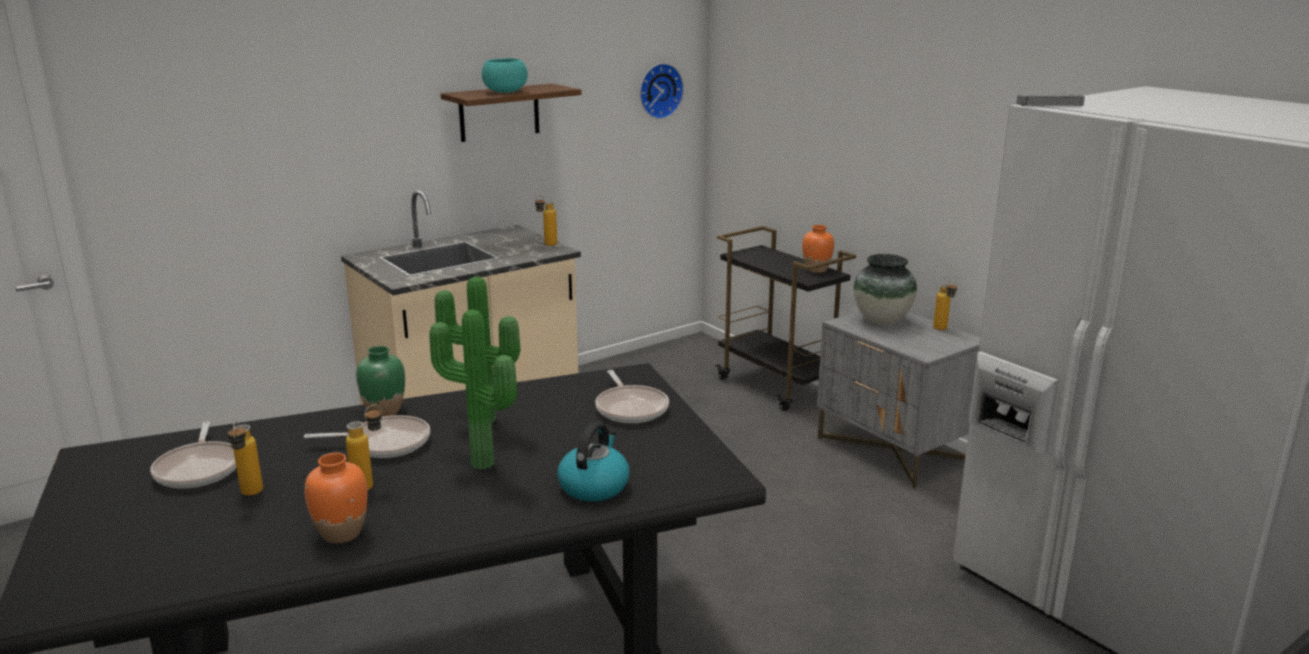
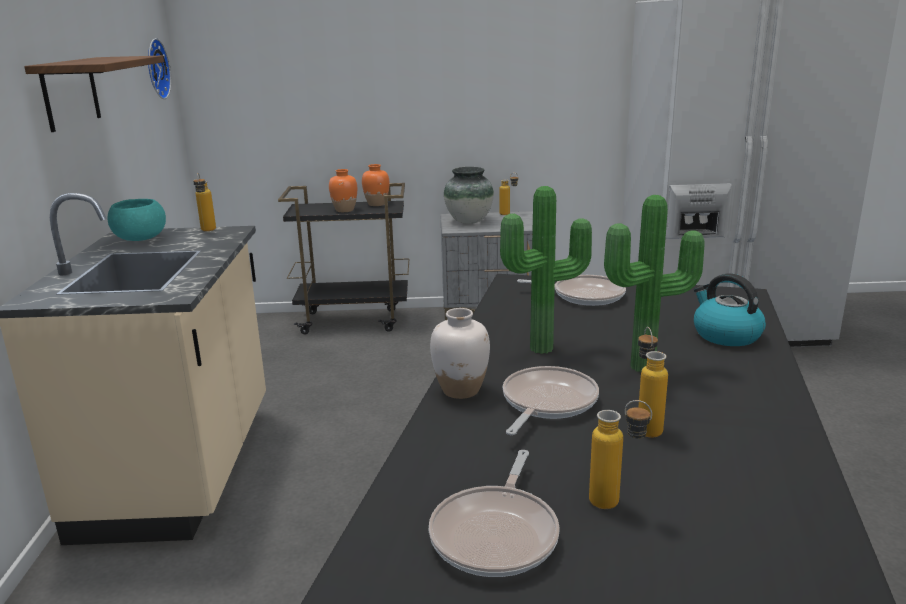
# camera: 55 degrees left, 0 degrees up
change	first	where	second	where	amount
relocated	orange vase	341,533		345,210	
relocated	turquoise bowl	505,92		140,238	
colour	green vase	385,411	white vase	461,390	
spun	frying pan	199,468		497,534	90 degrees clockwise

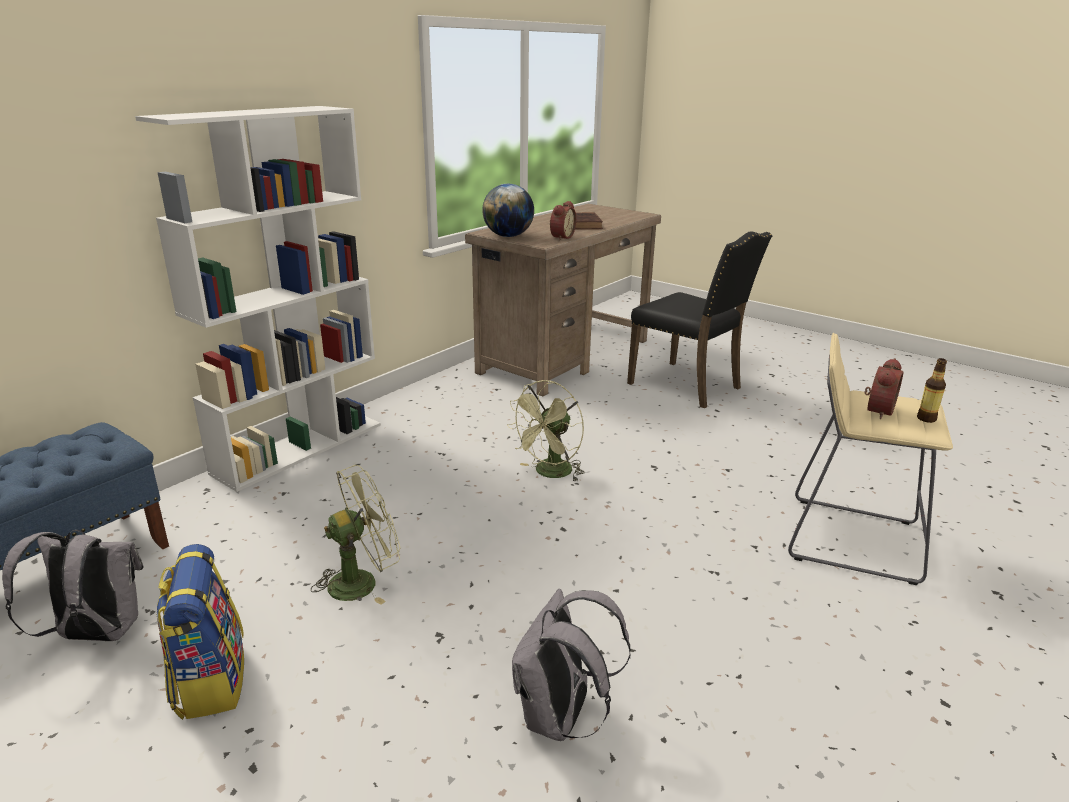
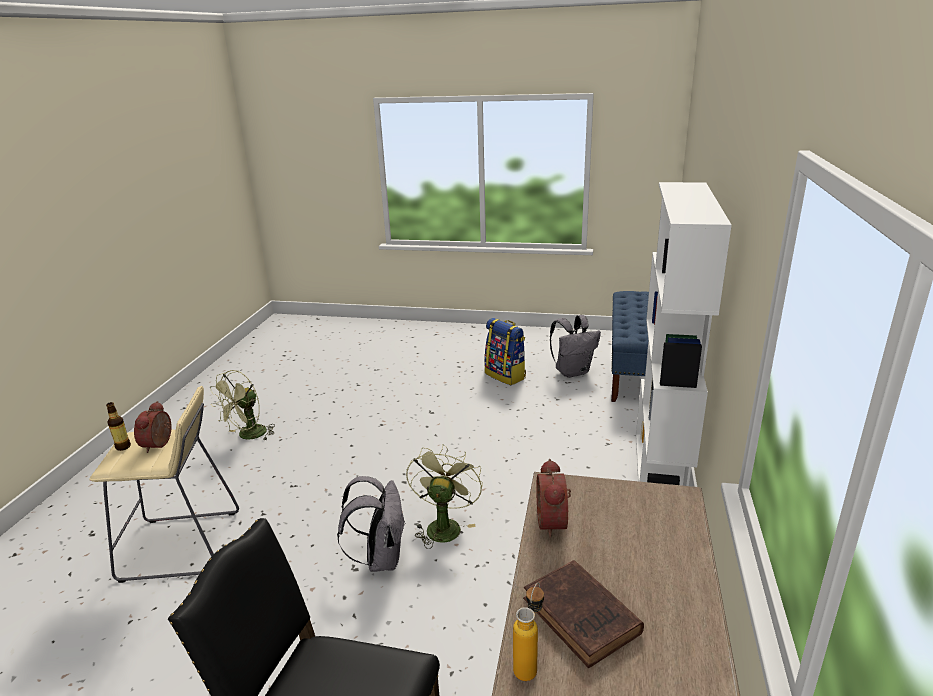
# camera: 155 degrees right, 0 degrees up
change	first	where	second	where	amount
missing	globe	508,236			
appeared			bottle	529,664	
relocated	green fan	362,581		248,436	
relocated	grey backpack	560,718		381,558	

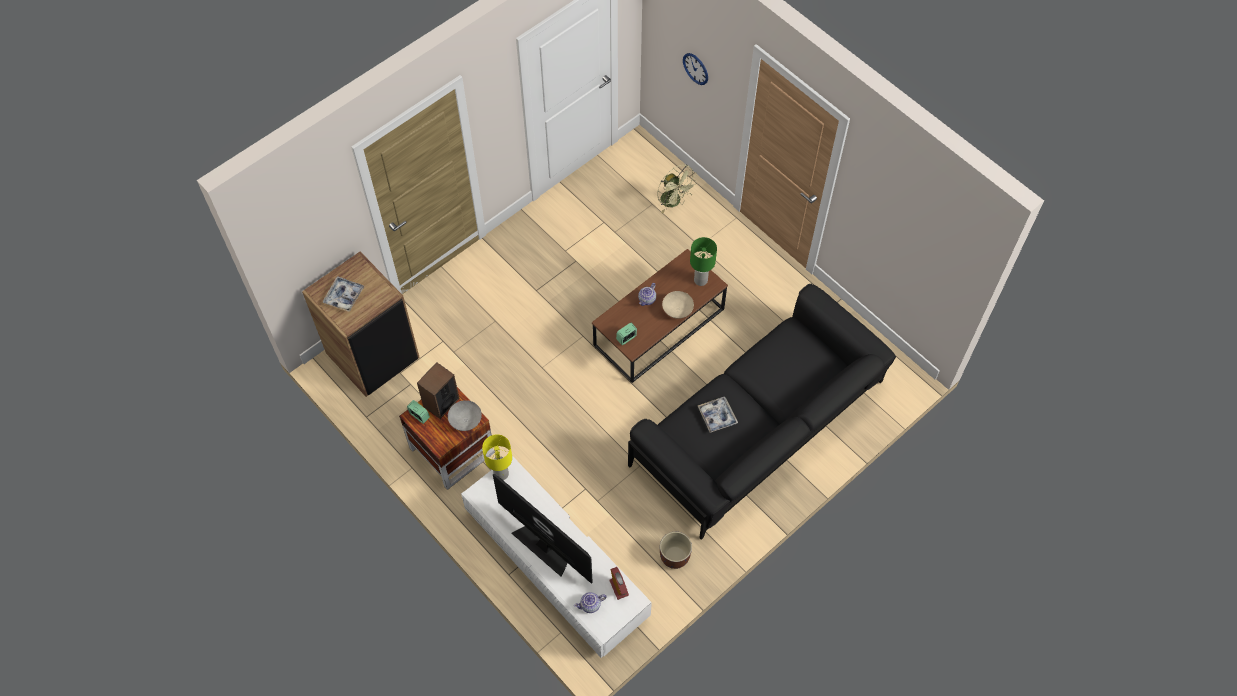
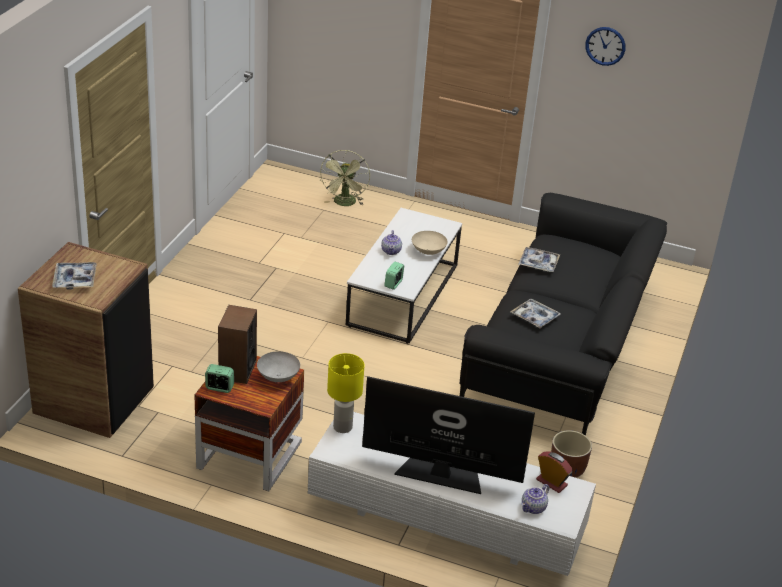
# camera: 30 degrees left, 25 degrees down
change	first	where	second	where	amount
missing	green table lamp	700,280			
appeared			tray	538,263	
relocated	wall clock	695,68		605,46	
colour	brown coffee table	659,327	white coffee table	402,295	
spun	green fan	674,202		345,203	75 degrees clockwise

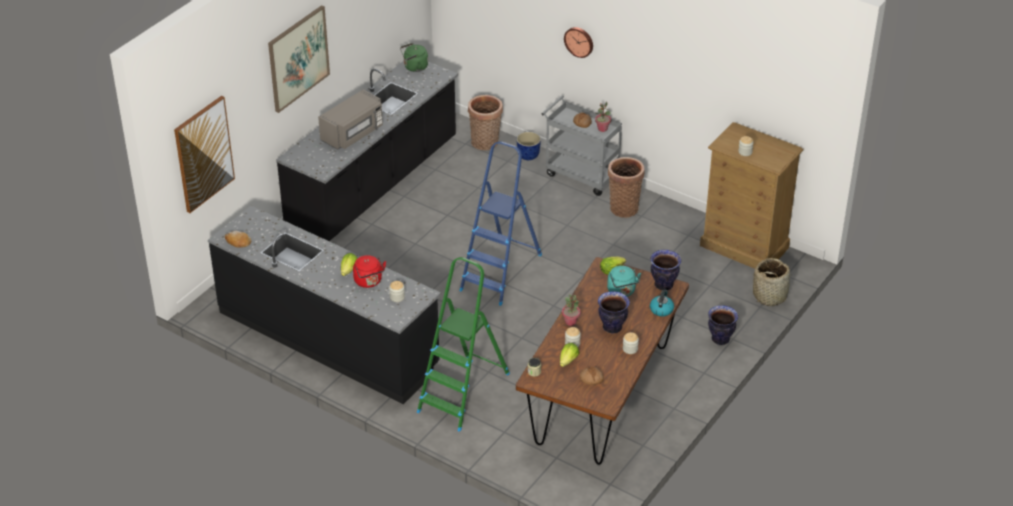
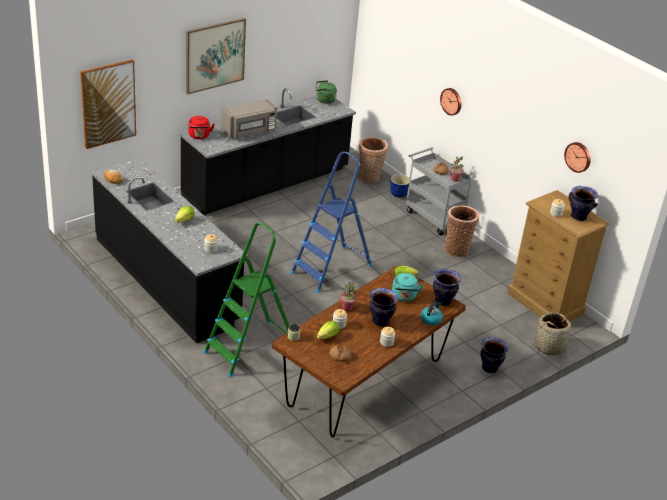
# camera: 15 degrees right, 5 degrees down
change	first	where	second	where	amount
appeared			wall clock	578,157	
appeared			vase	578,217	
relocated	red kettle	369,282		199,136	

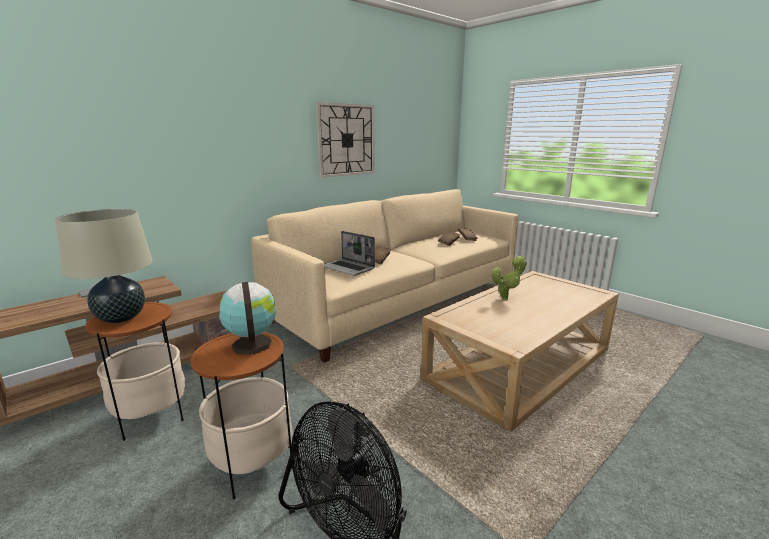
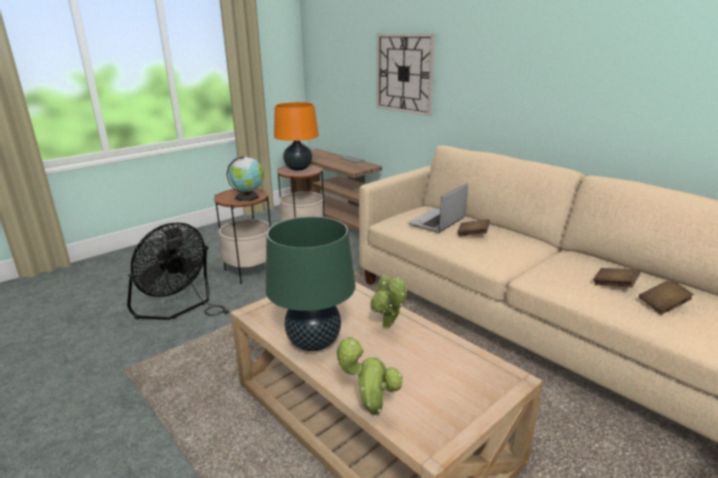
# camera: 90 degrees right, 5 degrees up
change	first	where	second	where	amount
appeared			green table lamp	314,342	
appeared			potted plant	370,410	
relocated	wall clock	346,140		404,73	
colour	beige table lamp	121,318	orange table lamp	298,168	

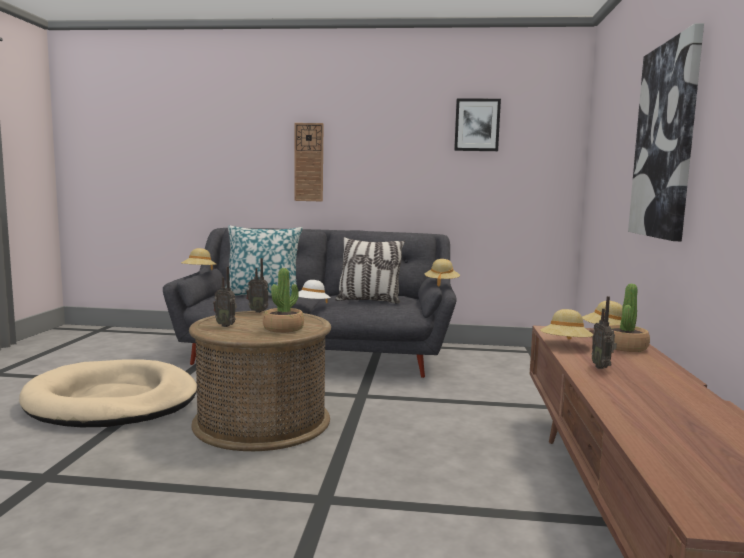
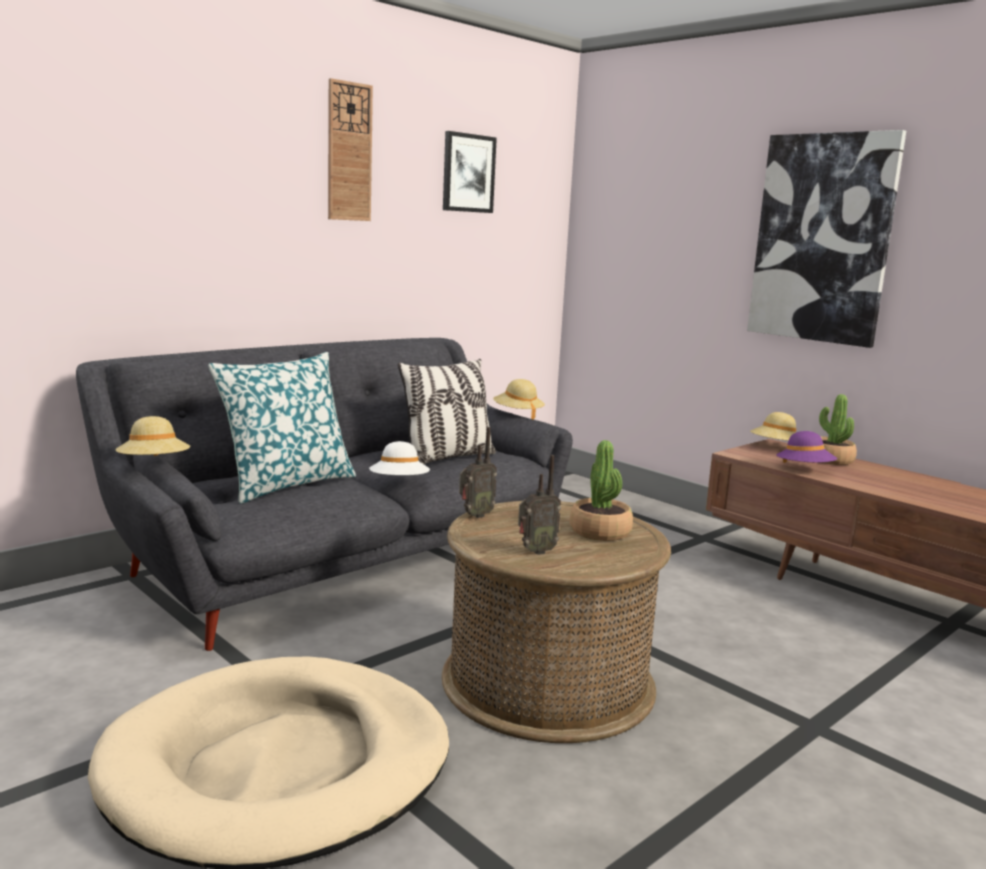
# camera: 50 degrees left, 5 degrees up
change	first	where	second	where	amount
missing	radio	602,367			
relocated	wall clock	309,162		349,152	
colour	beige hat	565,345	purple hat	804,470	

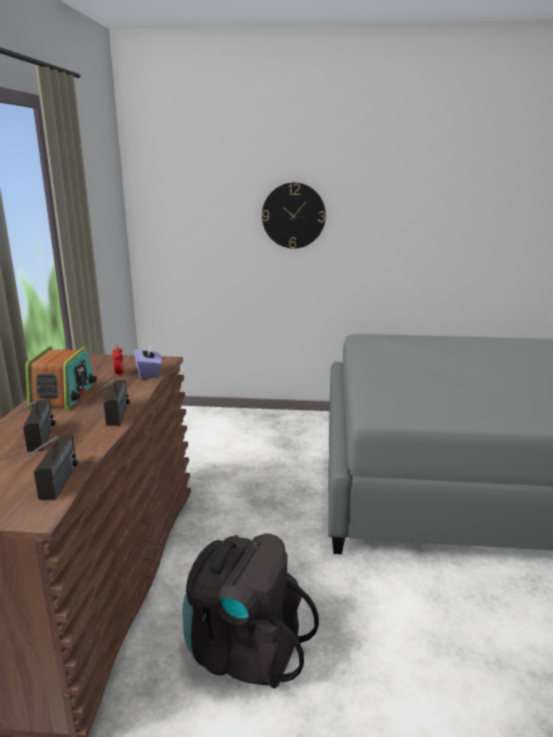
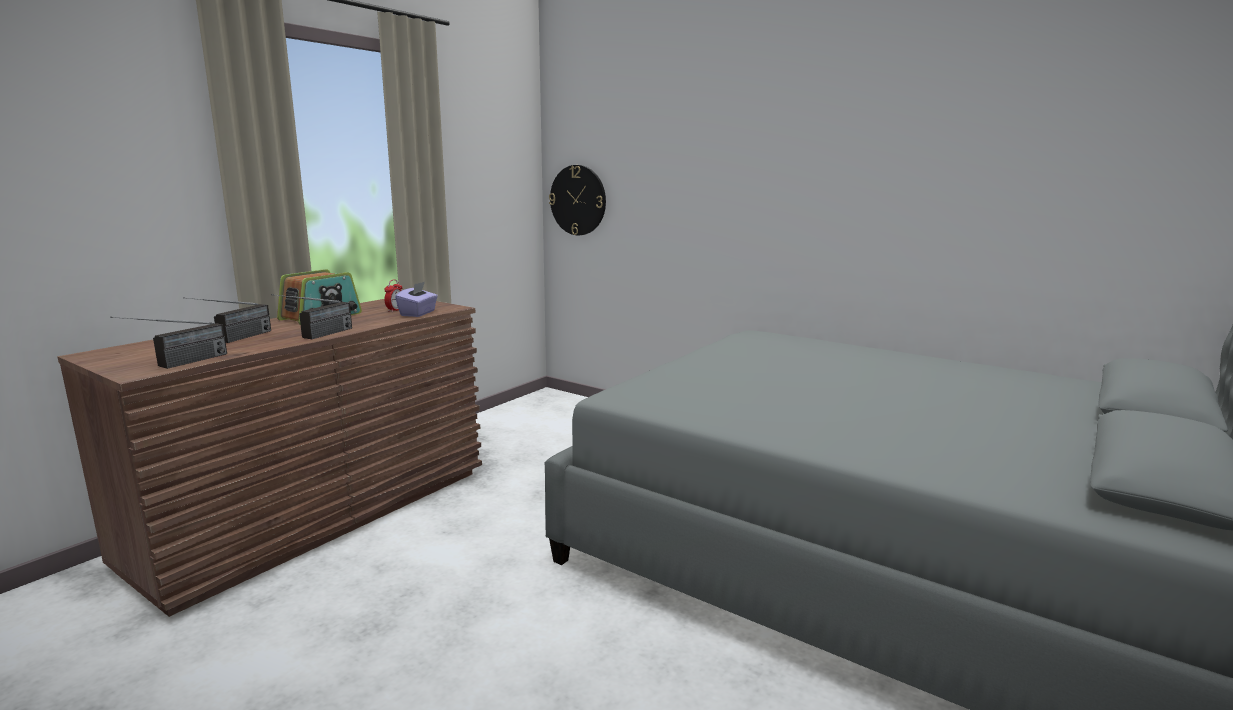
# camera: 30 degrees right, 5 degrees down
change	first	where	second	where	amount
missing	black backpack	244,650			
relocated	wall clock	293,215		578,200	

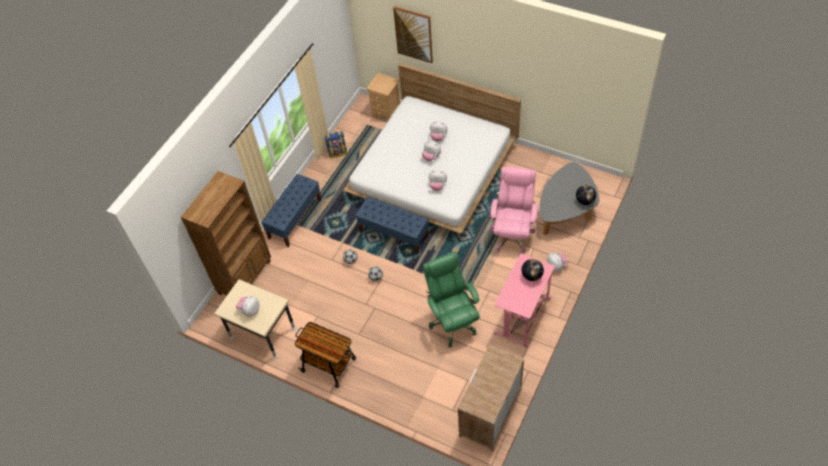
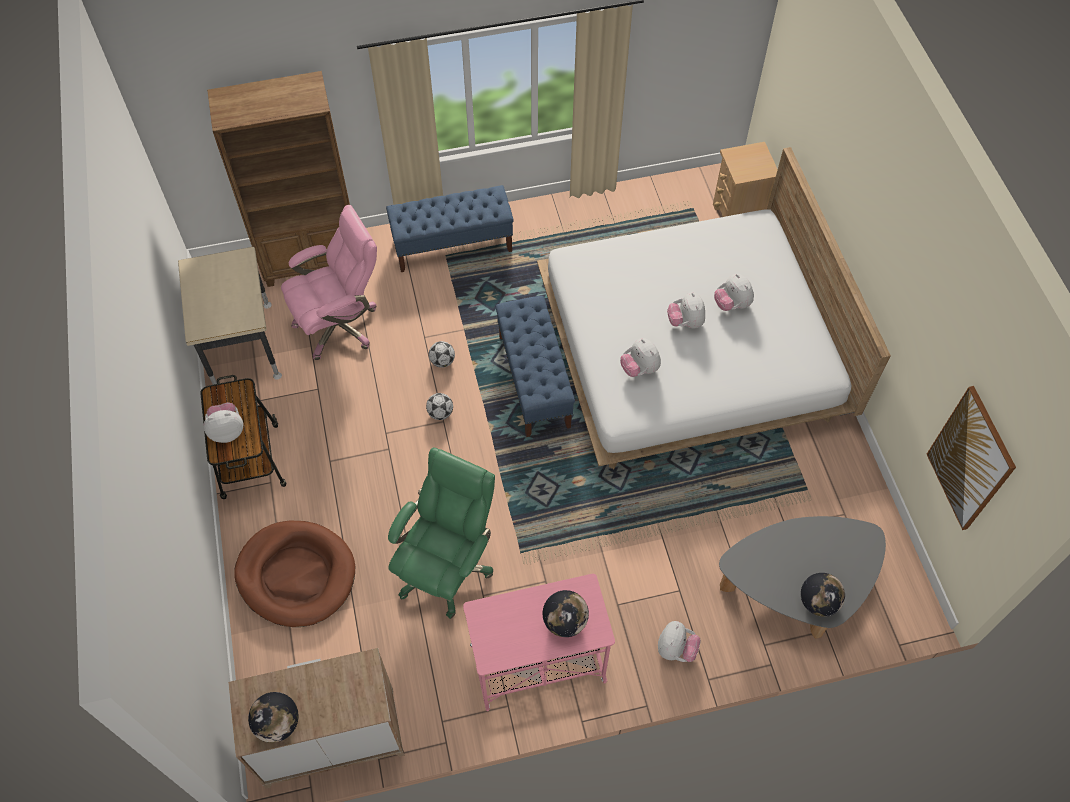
# camera: 45 degrees right, 5 degrees up
change	first	where	second	where	amount
missing	backpack	337,152			
appeared			brown dog bed	296,575	
appeared			globe	278,724	
relocated	plush toy	250,310		227,431	
relocated	picture	413,34		970,459	
relocated	pink office chair	513,235		341,327	

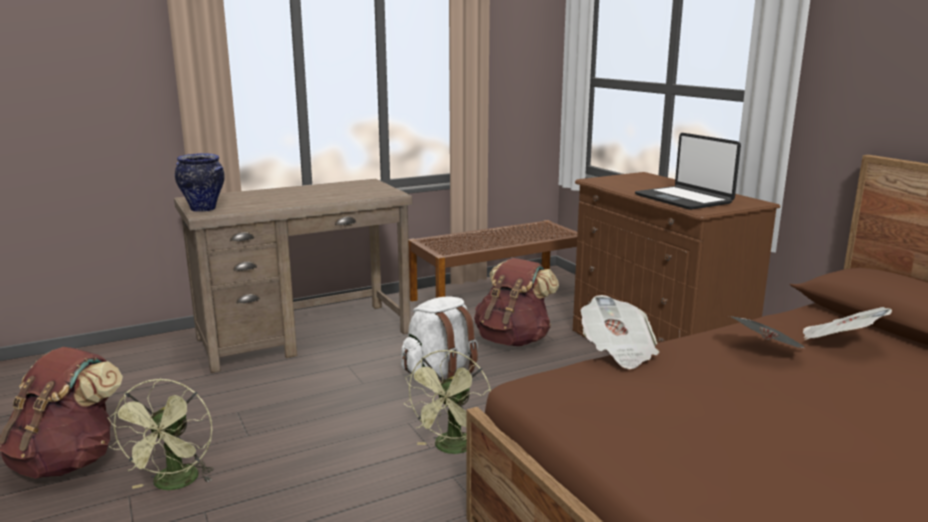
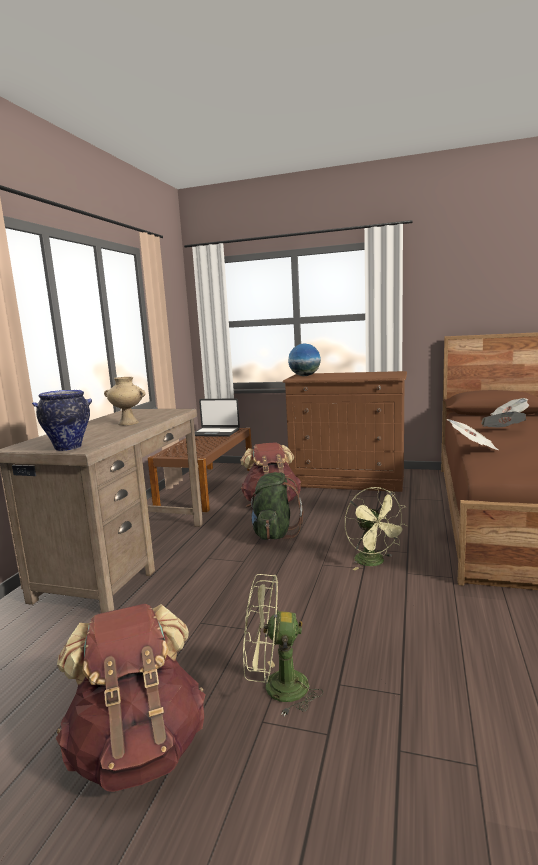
# camera: 45 degrees left, 5 degrees down
change	first	where	second	where	amount
appeared			beige vase	129,423	
appeared			globe	305,376	
relocated	laptop	684,199		215,433	
colour	white backpack	440,372	green backpack	274,534	
spun	green fan	174,485		276,689	135 degrees clockwise

